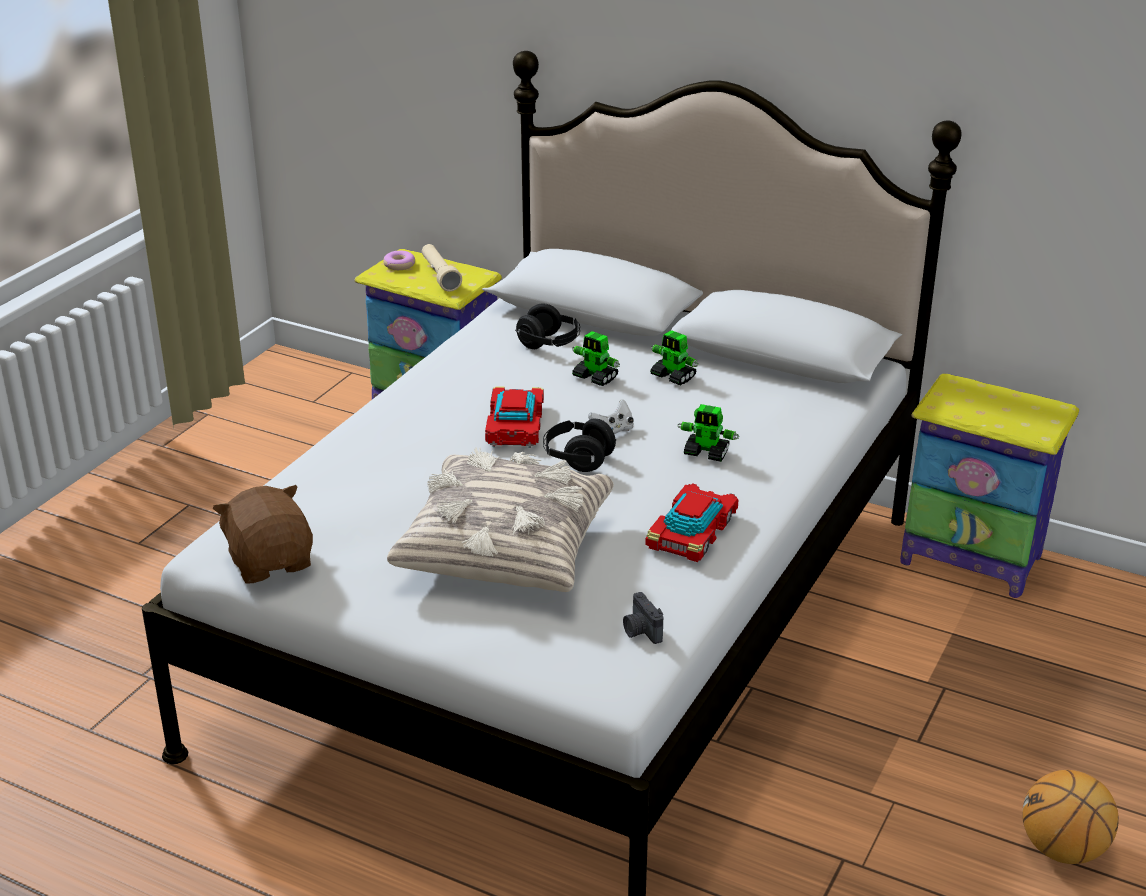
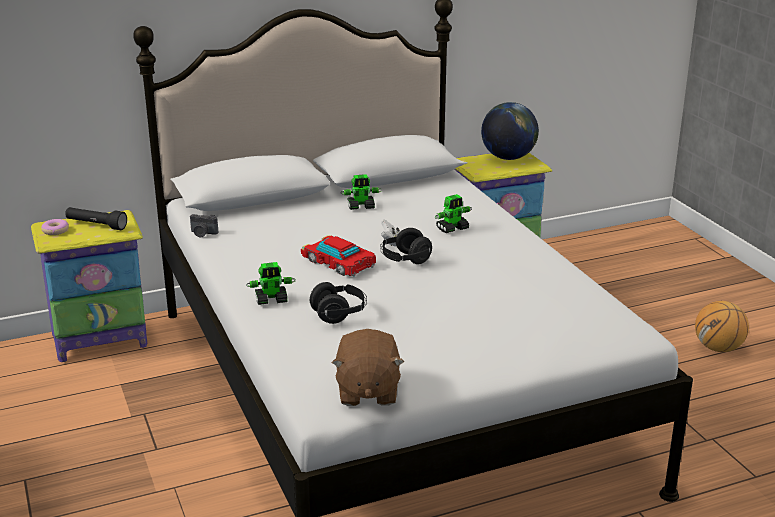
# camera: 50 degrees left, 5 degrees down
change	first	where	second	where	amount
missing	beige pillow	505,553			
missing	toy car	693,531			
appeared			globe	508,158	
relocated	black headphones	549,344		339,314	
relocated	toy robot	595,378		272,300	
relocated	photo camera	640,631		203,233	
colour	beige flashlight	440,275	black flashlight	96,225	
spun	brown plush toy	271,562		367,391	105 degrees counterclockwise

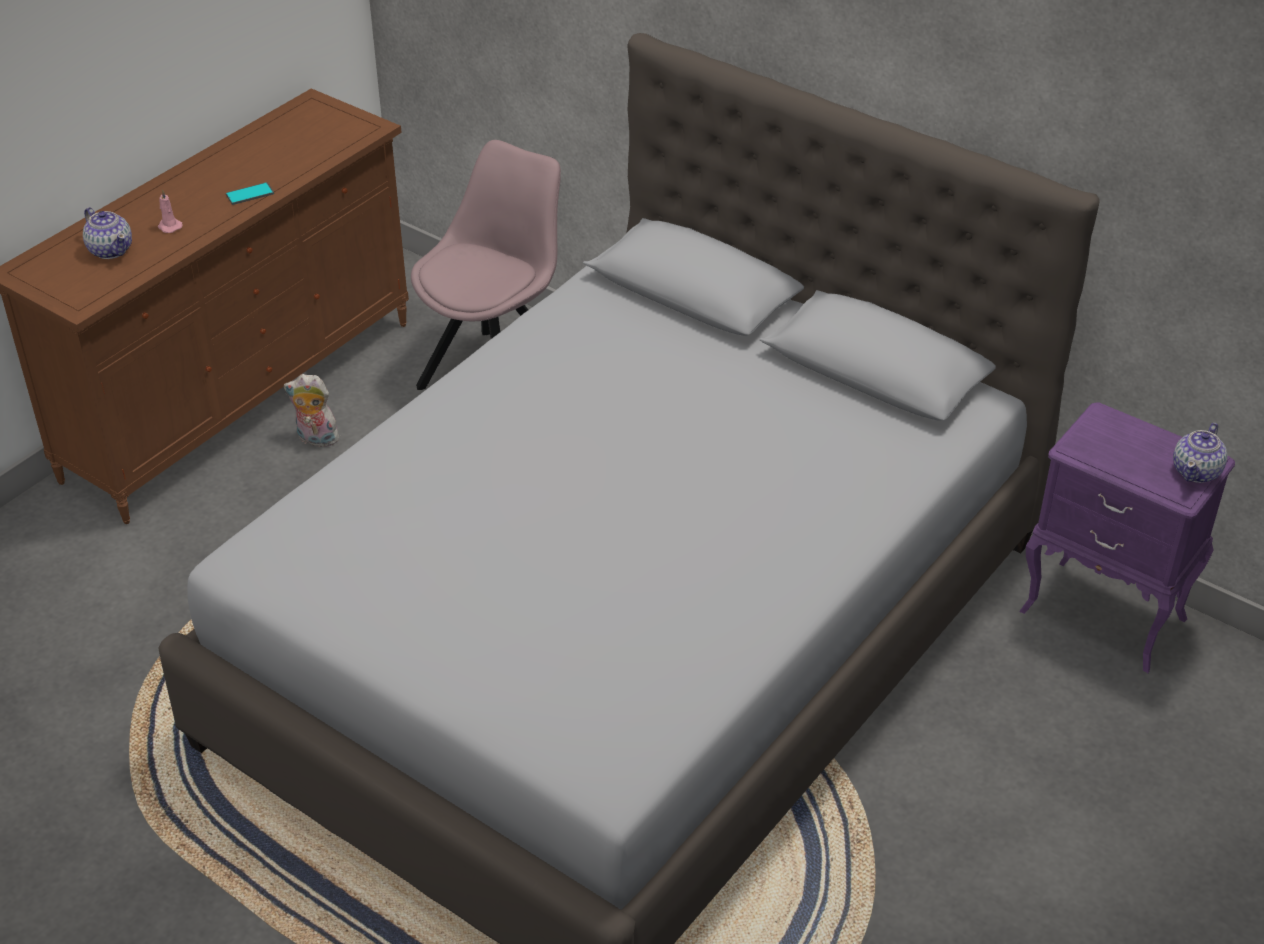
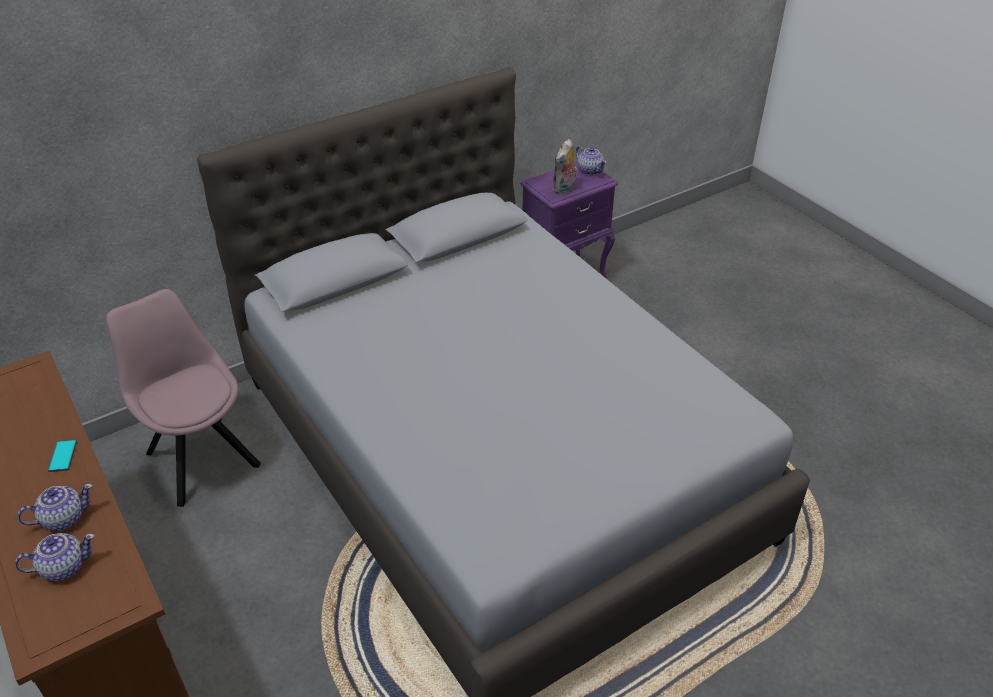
# camera: 70 degrees left, 0 degrees up
change	first	where	second	where	amount
relocated	plush toy	315,439		564,189	
exchanged	pink candle	169,226	teapot	63,518	

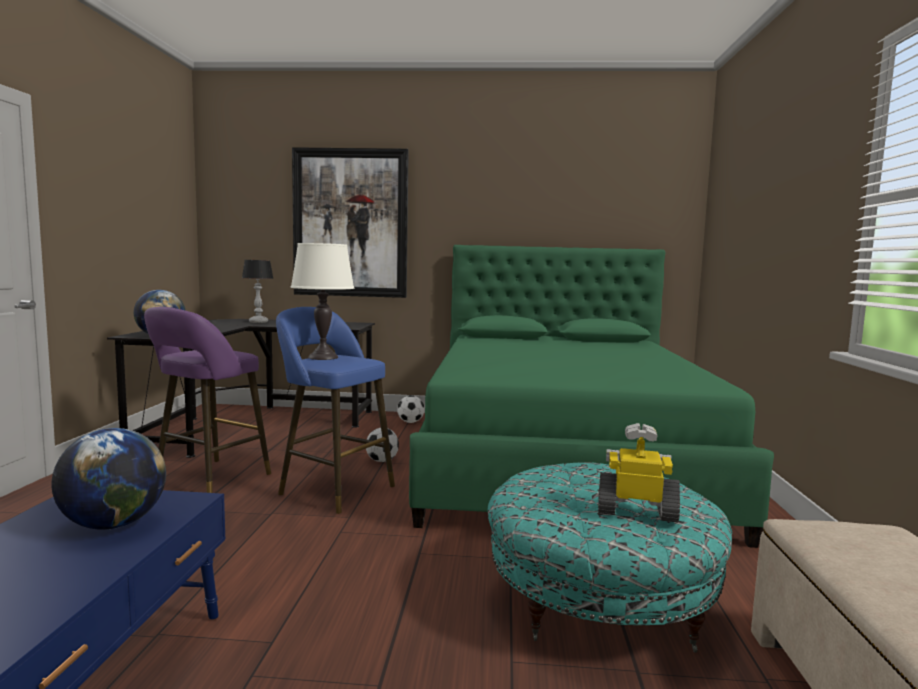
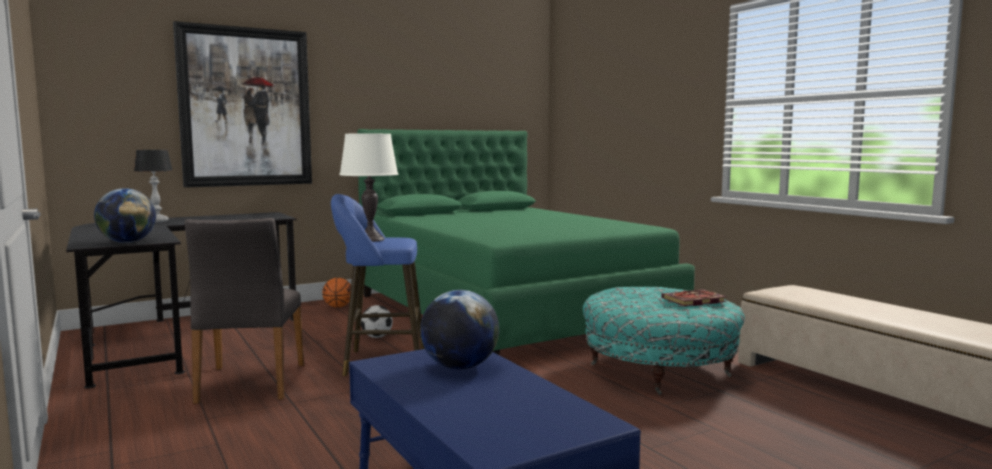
# camera: 35 degrees left, 0 degrees up
change	first	where	second	where	amount
exchanged	purple stool	208,480	grey chair	250,383	
exchanged	football	410,422	basketball	338,307	
exchanged	toy robot	637,511	book	693,301	

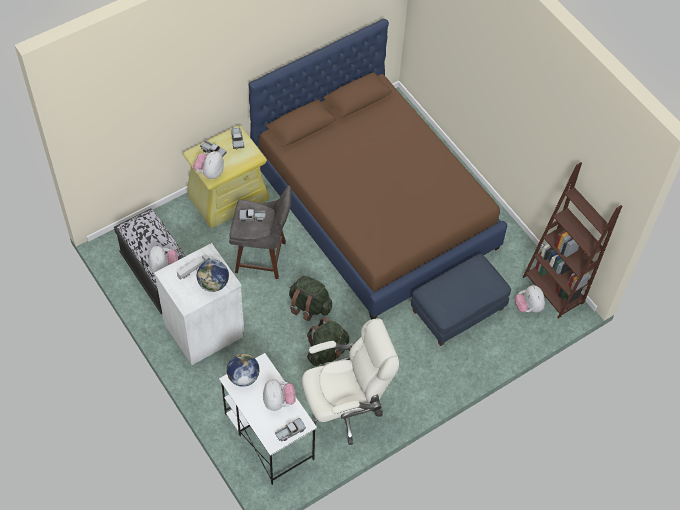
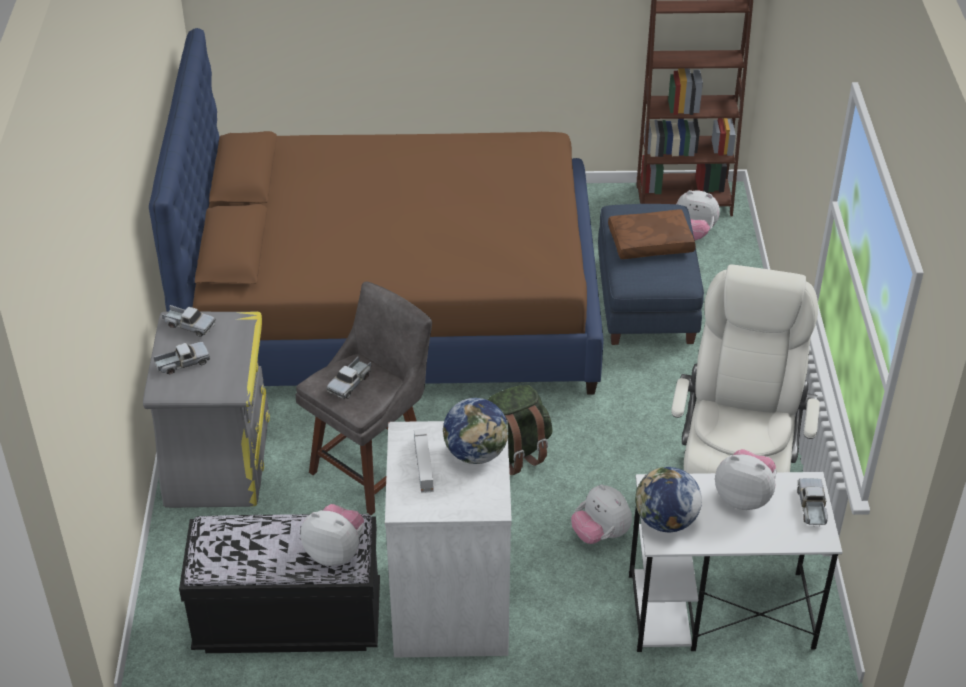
# camera: 55 degrees left, 15 degrees down
change	first	where	second	where	amount
missing	green backpack	327,352			
appeared			brown pillow	650,243	
relocated	plush toy	210,172		600,534	
colour	yellow nightstand	229,198	grey nightstand	219,457	

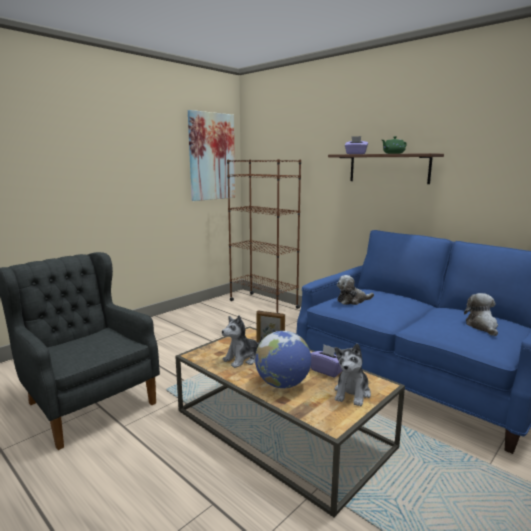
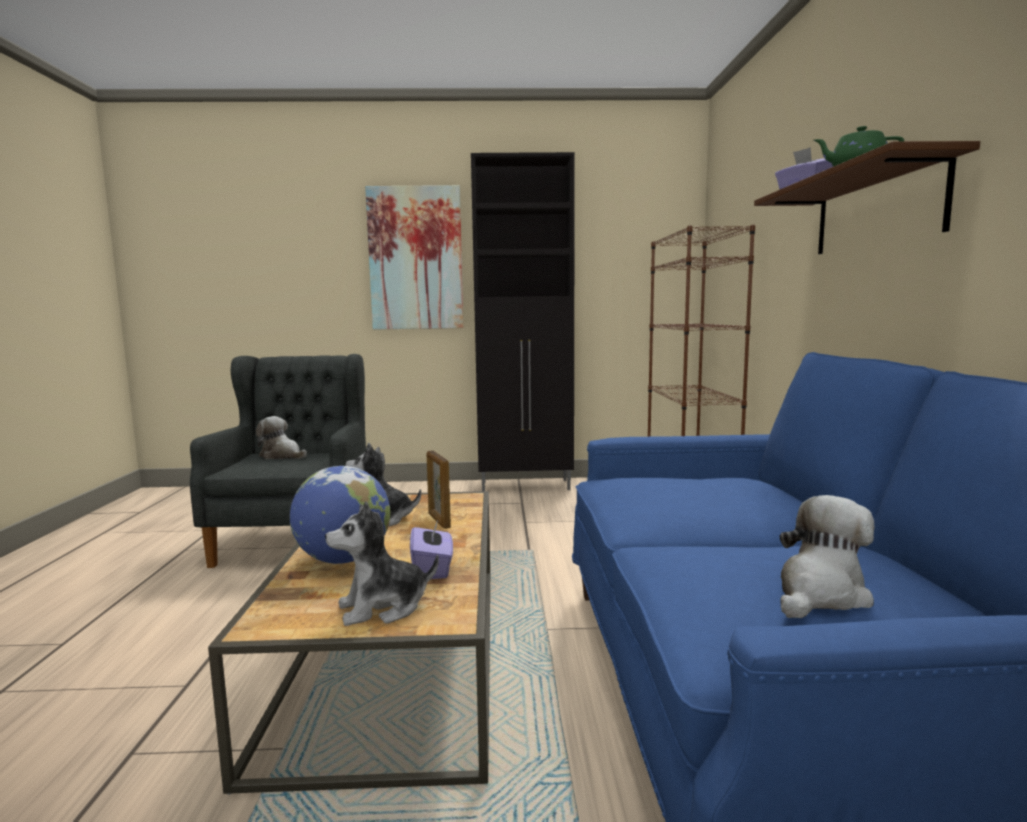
# camera: 45 degrees right, 5 degrees down
change	first	where	second	where	amount
appeared			black cabinet	526,486	
relocated	picture	212,156		416,258	
relocated	plush toy	352,301		282,456	

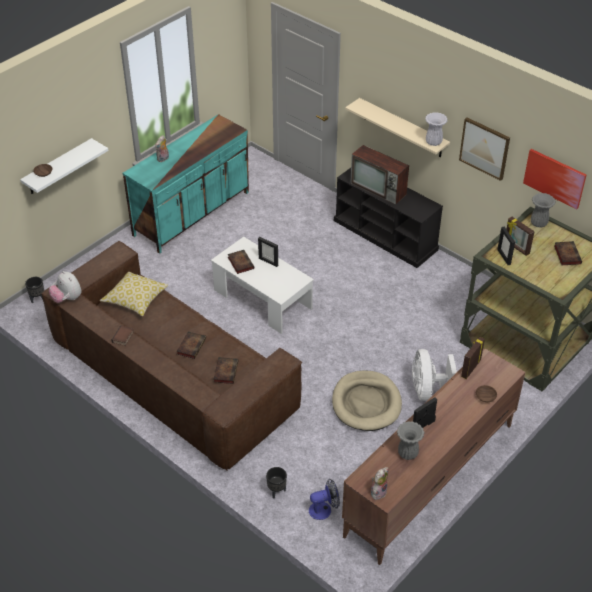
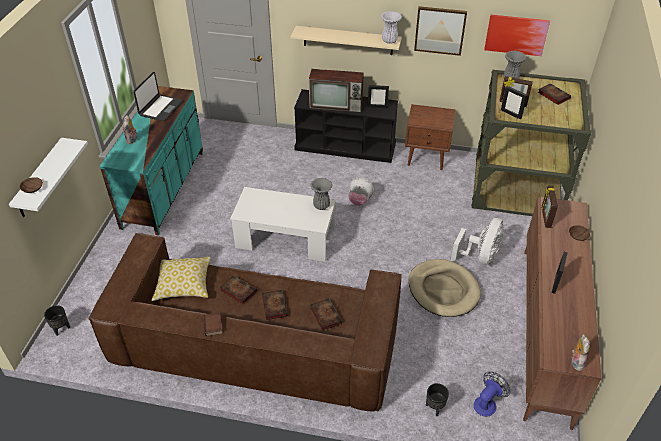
# camera: 30 degrees left, 0 degrees up
change	first	where	second	where	amount
appeared			laptop	160,108	
appeared			brown nightstand	427,158	
relocated	plush toy	67,298		359,201	
relocated	book	240,262		237,291	
relocated	picture frame	268,261		377,106	
relocated	grey vase	407,454		321,206	
spun	white fan	427,389		480,257	120 degrees counterclockwise

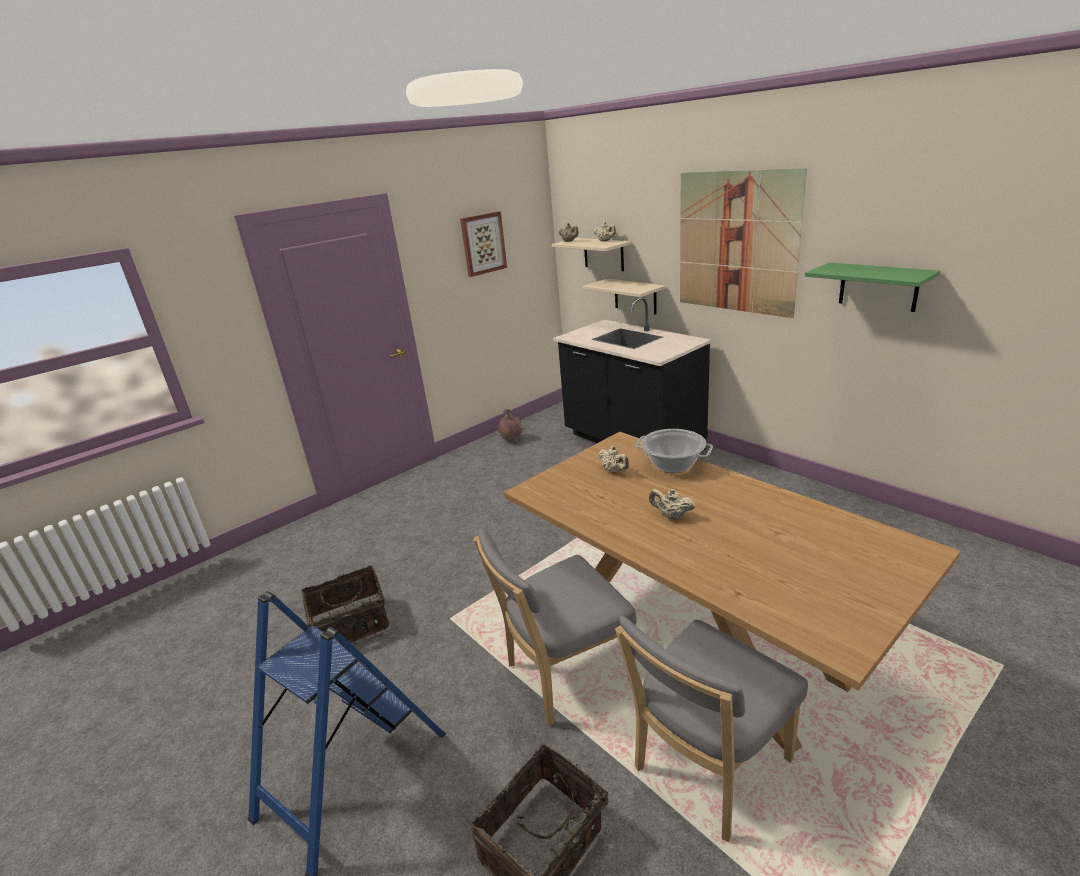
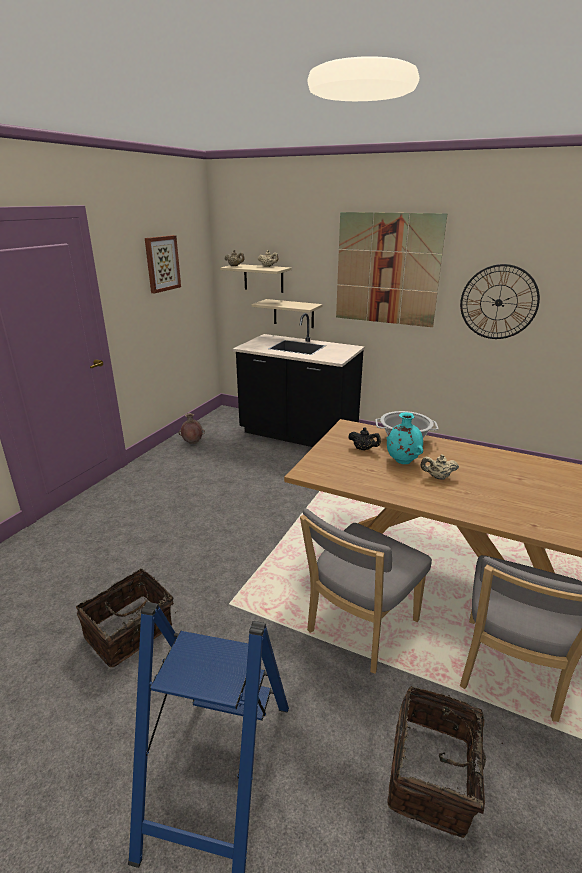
# camera: 25 degrees left, 0 degrees up
change	first	where	second	where	amount
appeared			turquoise vase	402,461	
exchanged	green shelf	878,287	wall clock	498,302	
colour	beige teapot	614,471	black teapot	363,449	

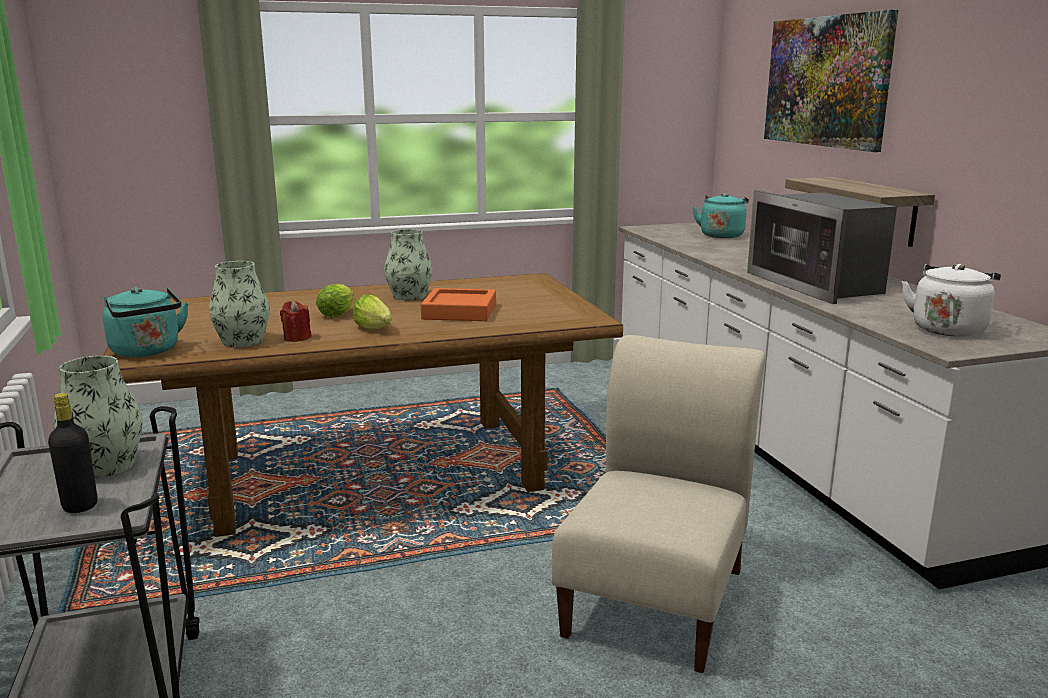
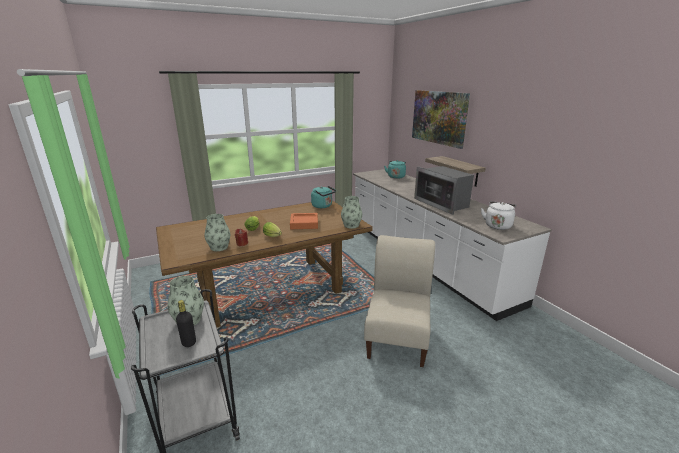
# camera: 10 degrees left, 5 degrees up
change	first	where	second	where	amount
relocated	turquoise kettle	147,351		323,206	
relocated	vase	409,296		351,225	

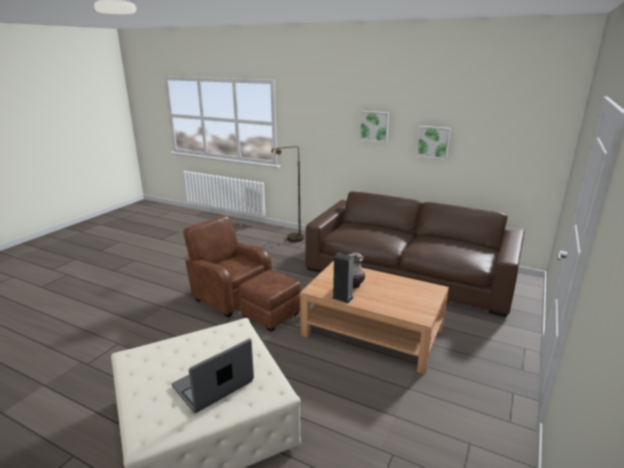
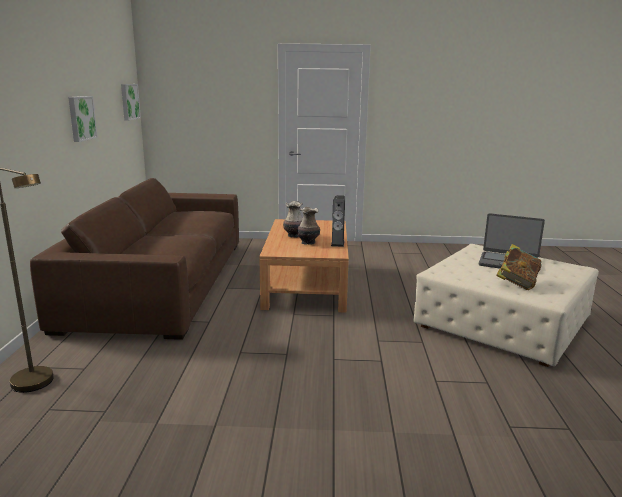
# camera: 115 degrees left, 5 degrees down
change	first	where	second	where	amount
missing	brown armchair	243,301			
appeared			vase	294,235	
appeared			book	517,283	
relocated	picture	374,126		129,101	

